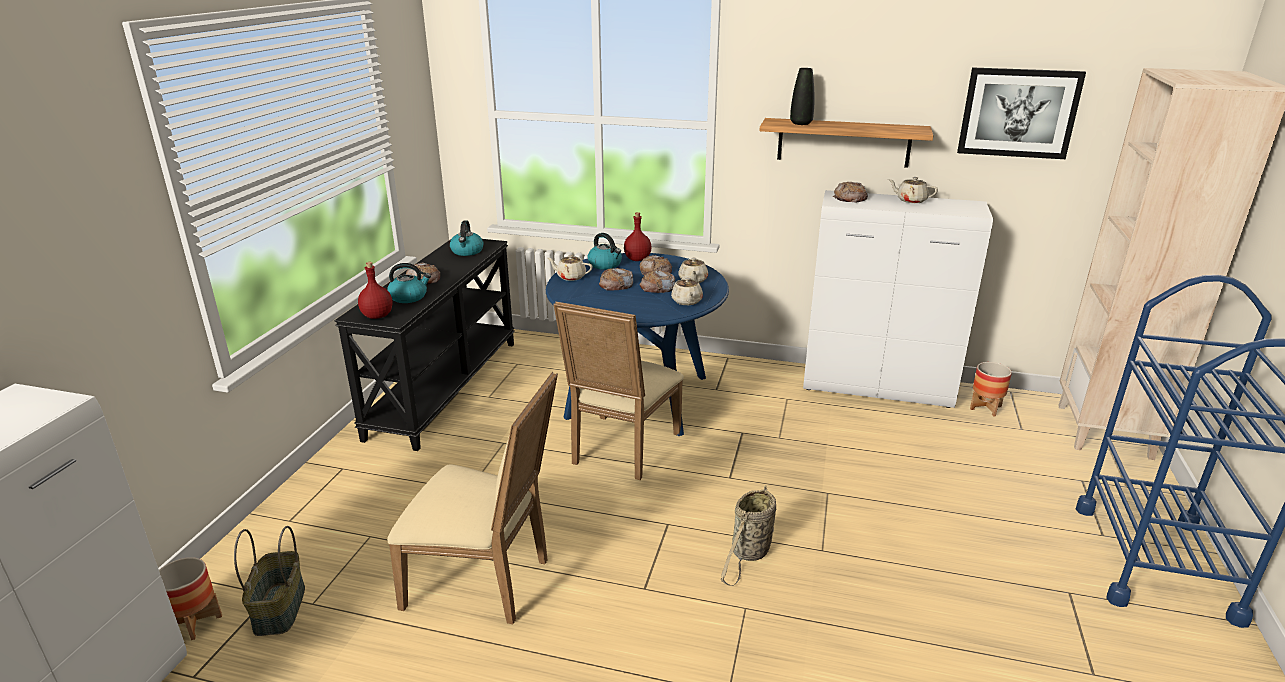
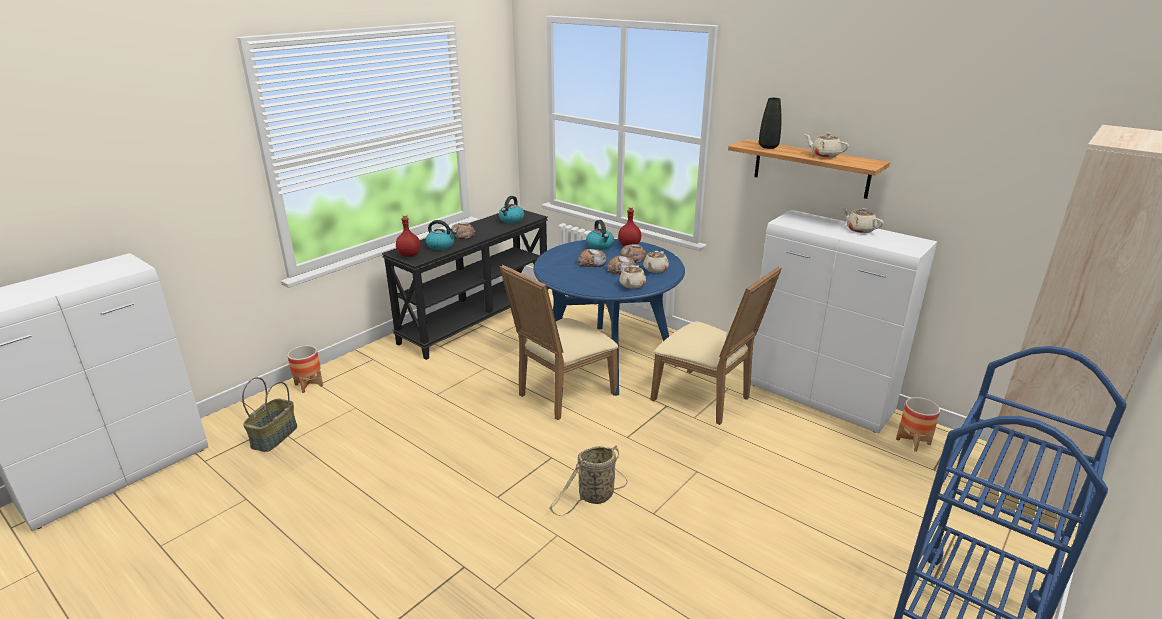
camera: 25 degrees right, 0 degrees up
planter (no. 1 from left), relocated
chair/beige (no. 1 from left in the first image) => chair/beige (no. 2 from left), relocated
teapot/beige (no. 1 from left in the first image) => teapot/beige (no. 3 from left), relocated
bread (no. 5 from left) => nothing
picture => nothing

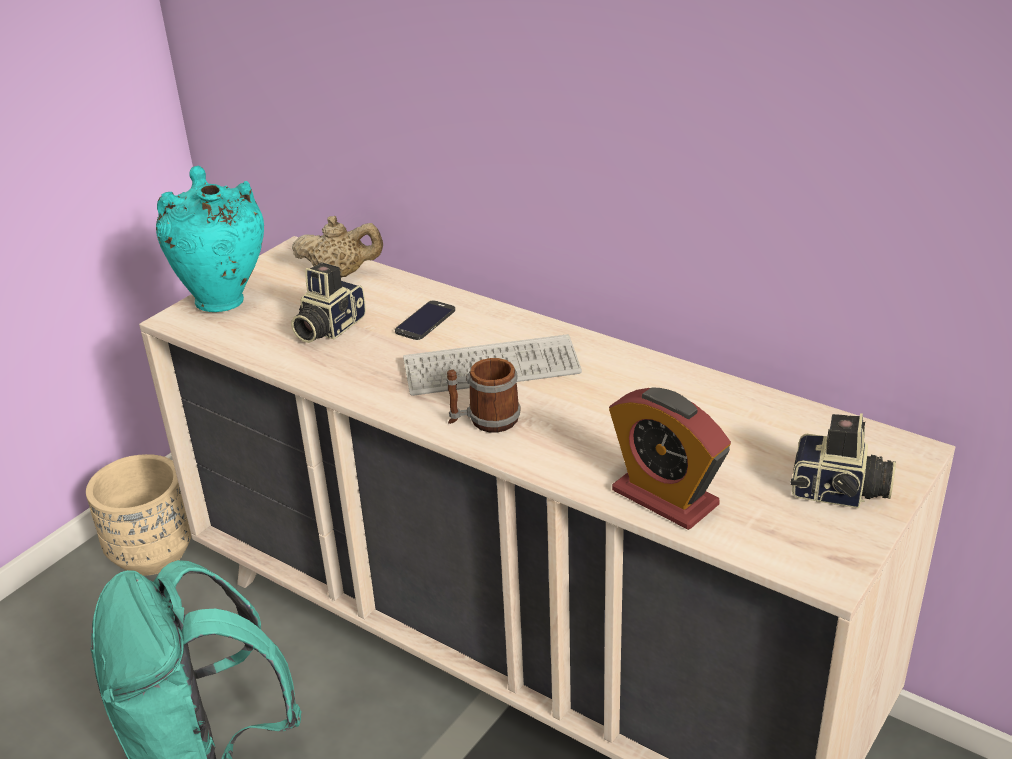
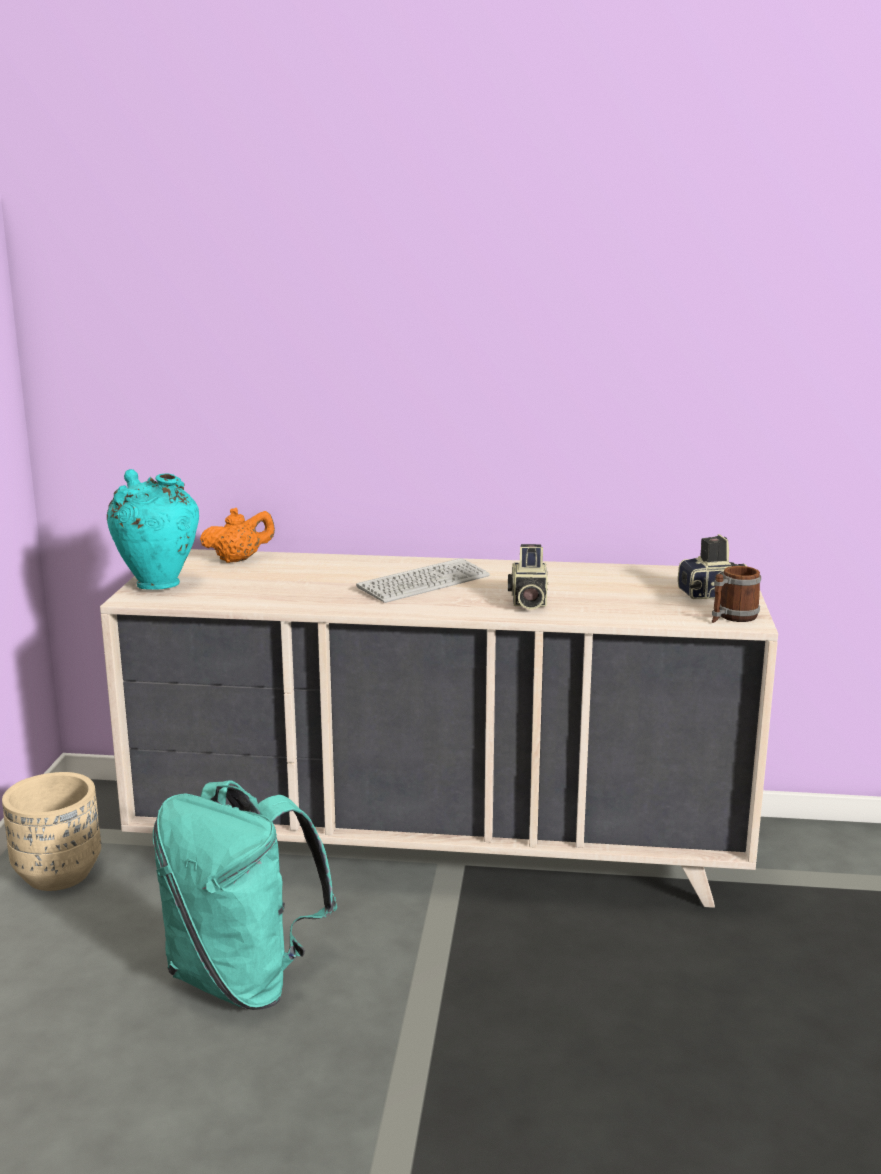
camera: 30 degrees left, 15 degrees down
photo camera (no. 1 from left), relocated
teapot/beige => teapot/orange
phone => nothing
mug, relocated
alarm clock => nothing

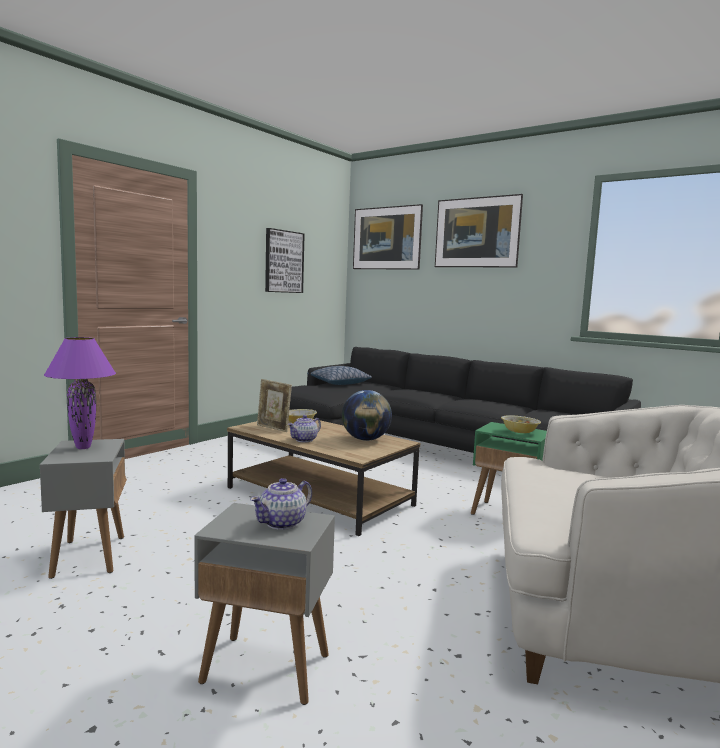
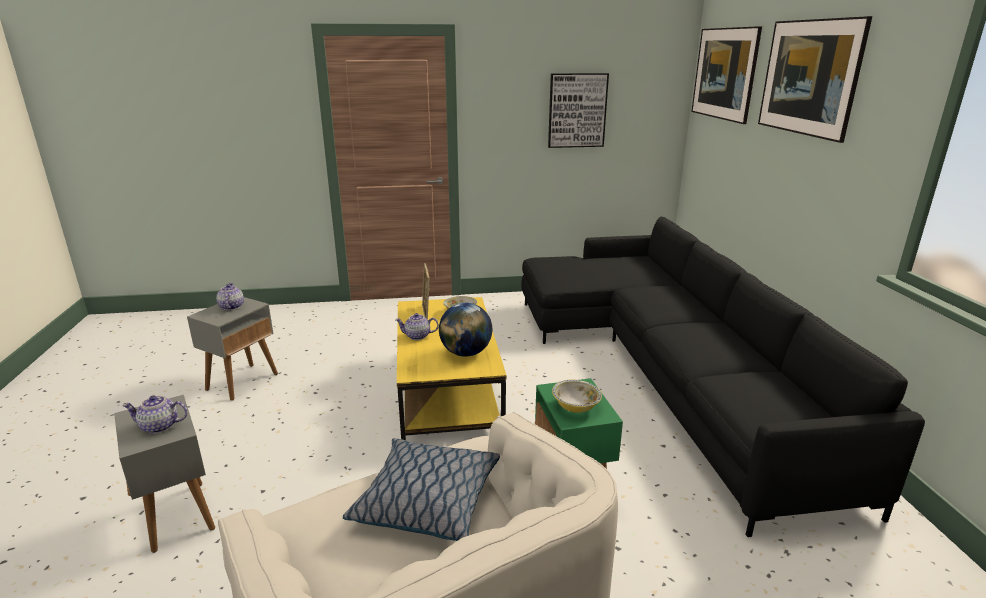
camera: 45 degrees right, 15 degrees up
table lamp/purple => teapot (no. 2 from left)
coffee table/brown => coffee table/yellow
pillow, relocated

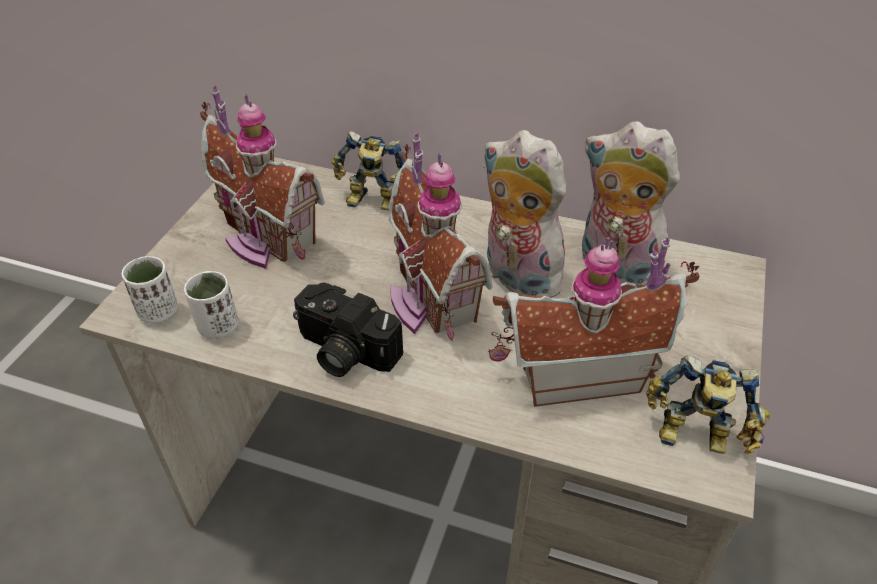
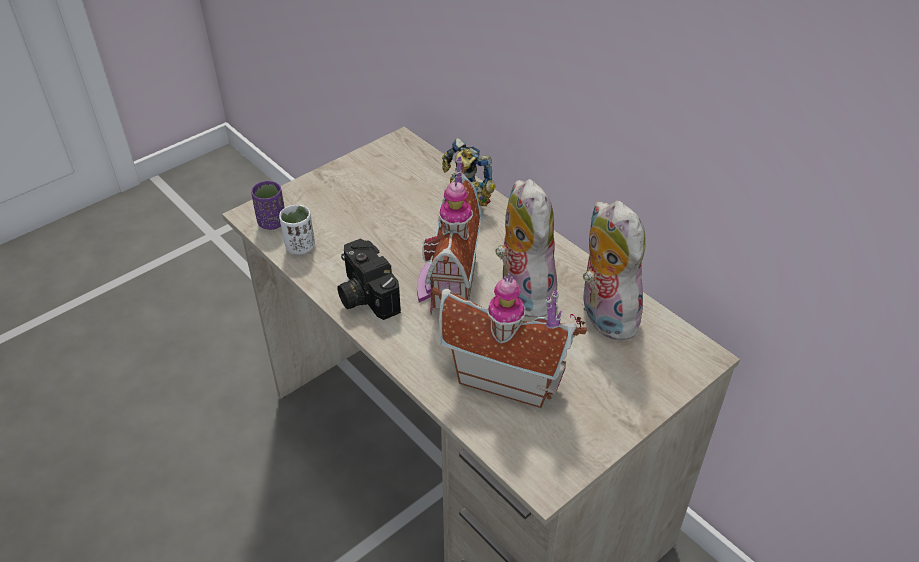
camera: 30 degrees right, 0 degrees up
cup/white (no. 1 from left) => cup/purple
toy house (no. 1 from left) => nothing
toy robot (no. 2 from left) => nothing

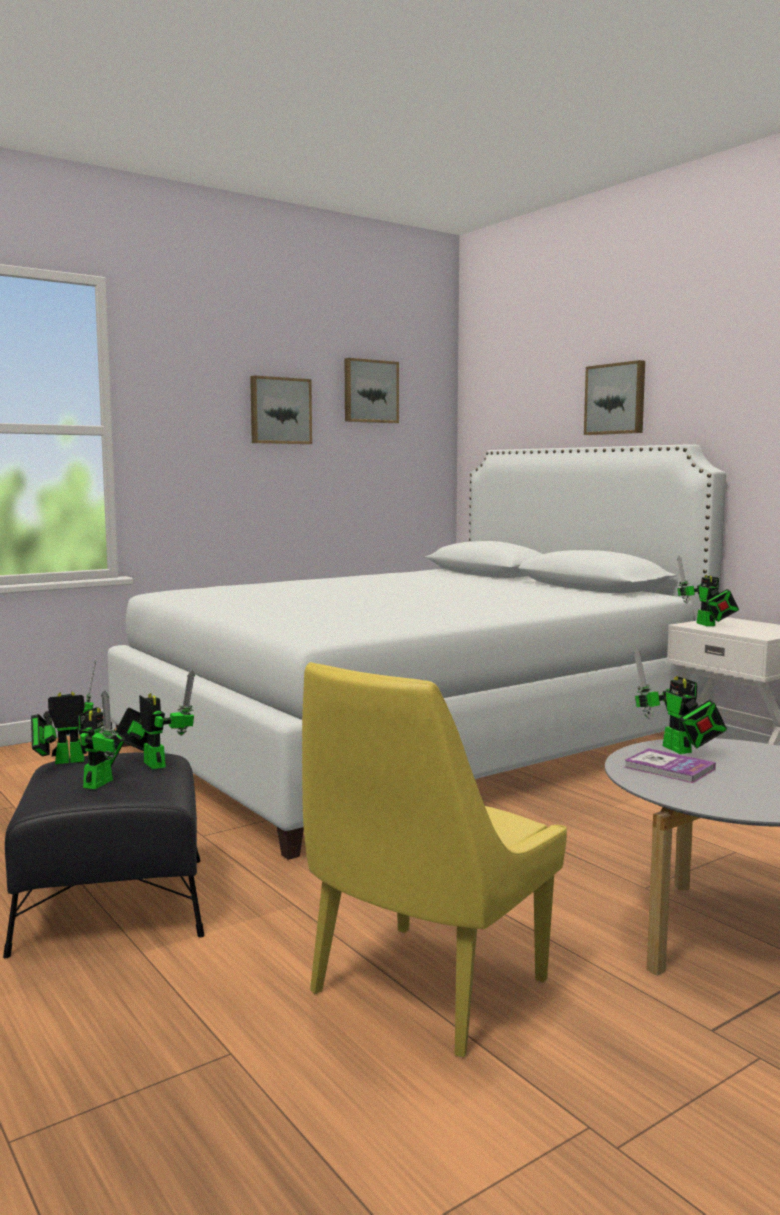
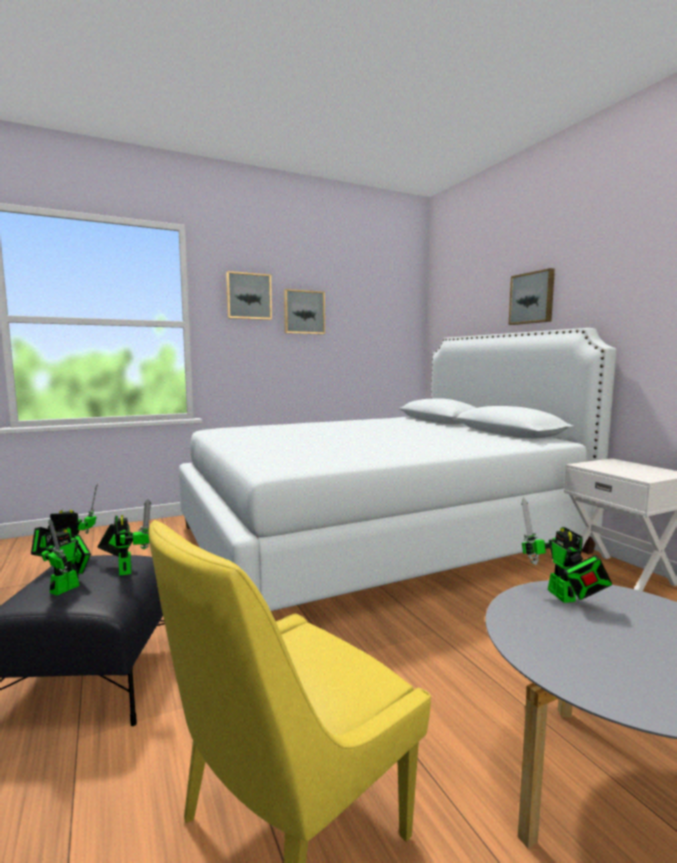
camera: 10 degrees right, 0 degrees up
picture (no. 2 from left in the first image) => picture (no. 1 from left), relocated
book => nothing
toy robot (no. 5 from left) => nothing

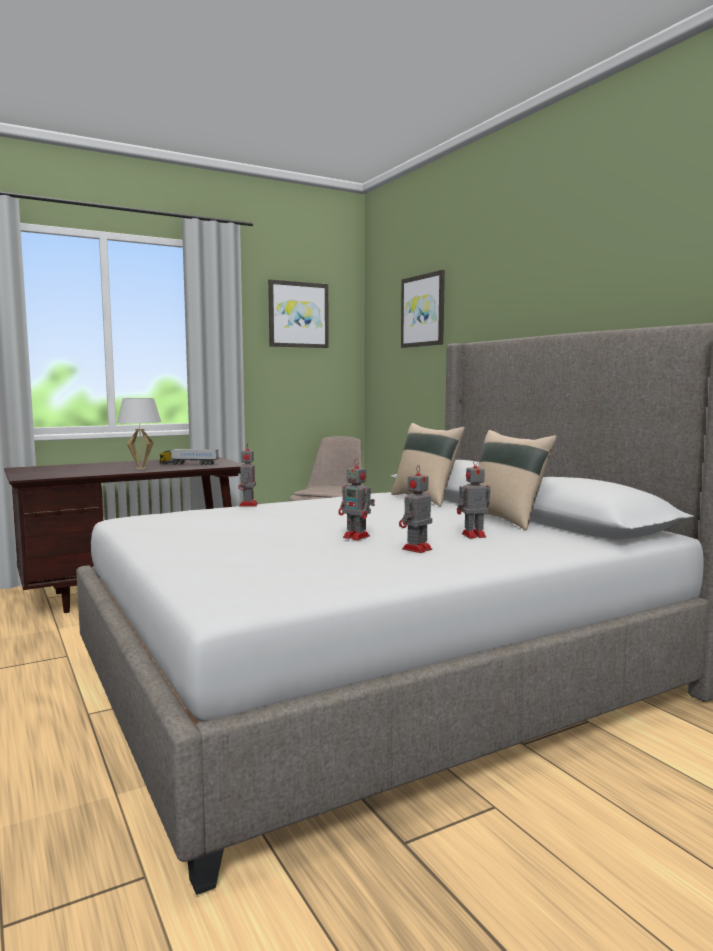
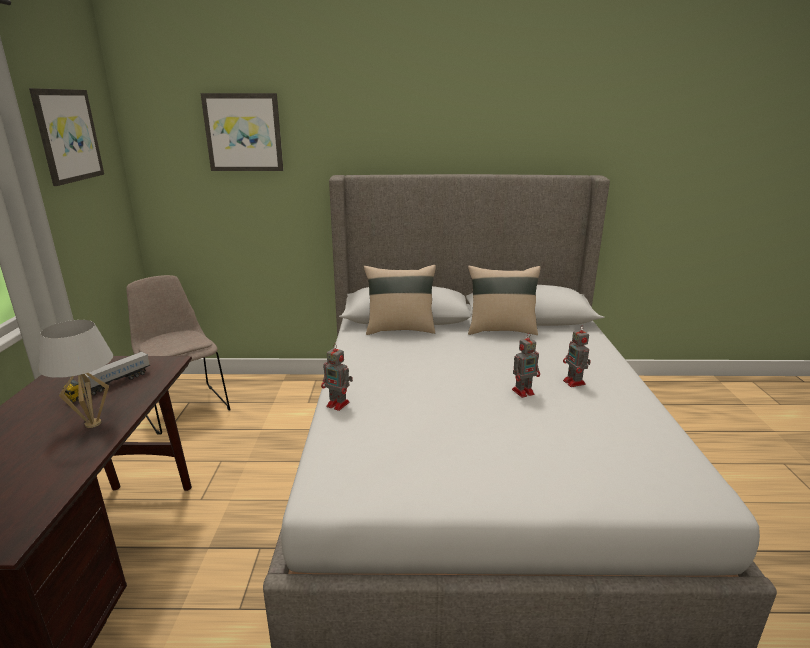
camera: 60 degrees left, 15 degrees up
toy robot (no. 4 from left) => nothing

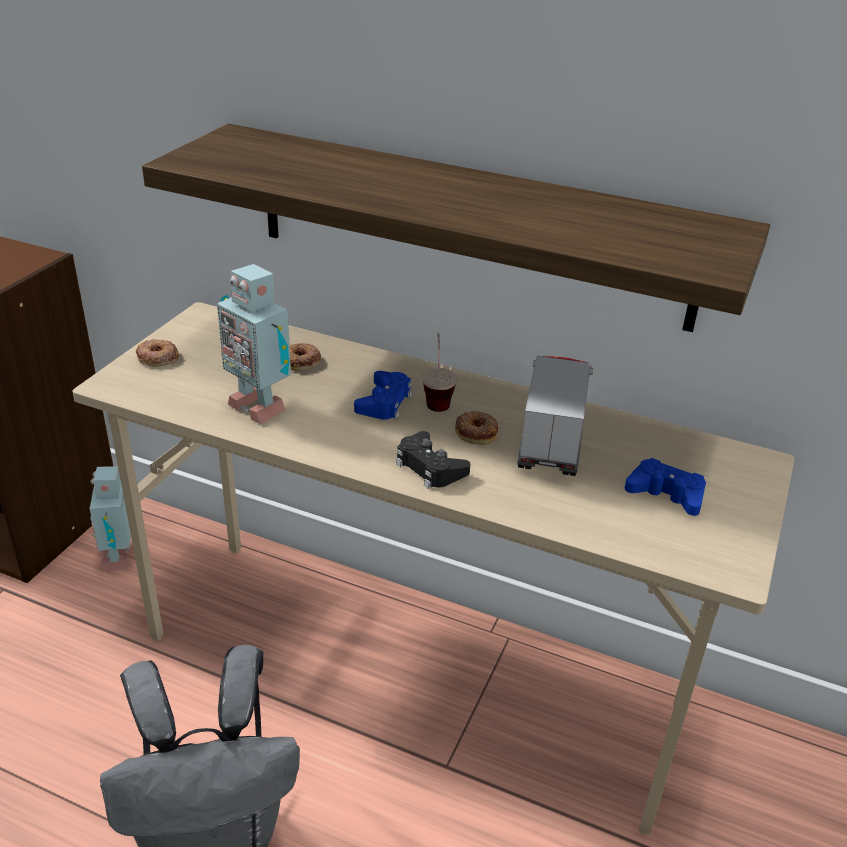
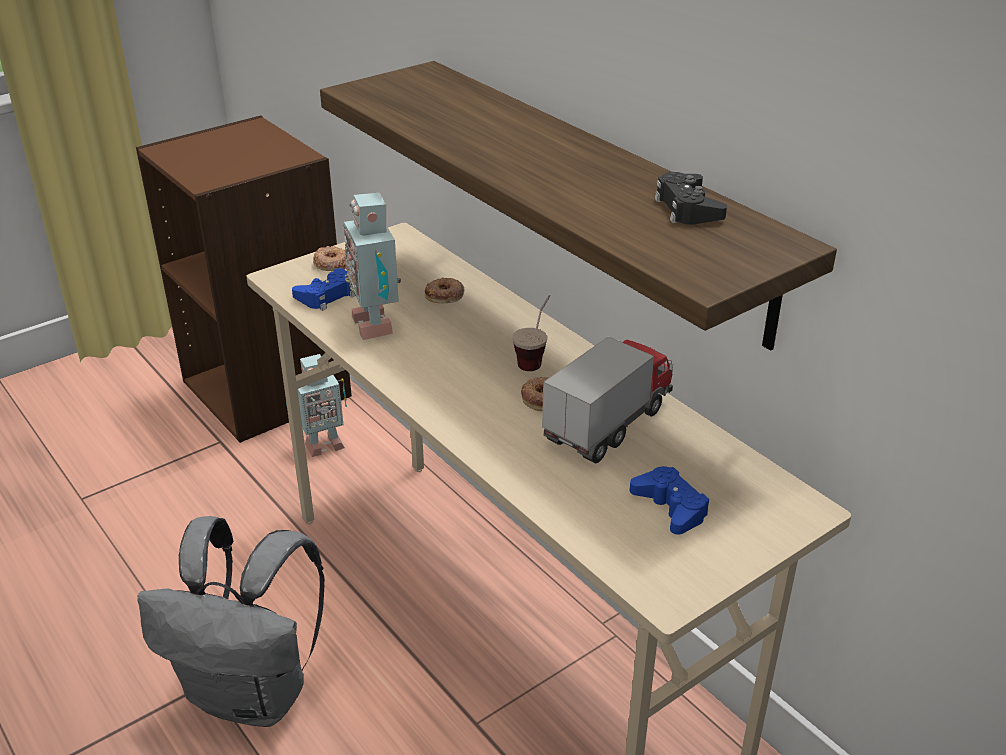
camera: 30 degrees right, 0 degrees up
toy robot (no. 1 from left), 135 degrees counterclockwise
game controller/blue (no. 1 from left), relocated
game controller/black, relocated

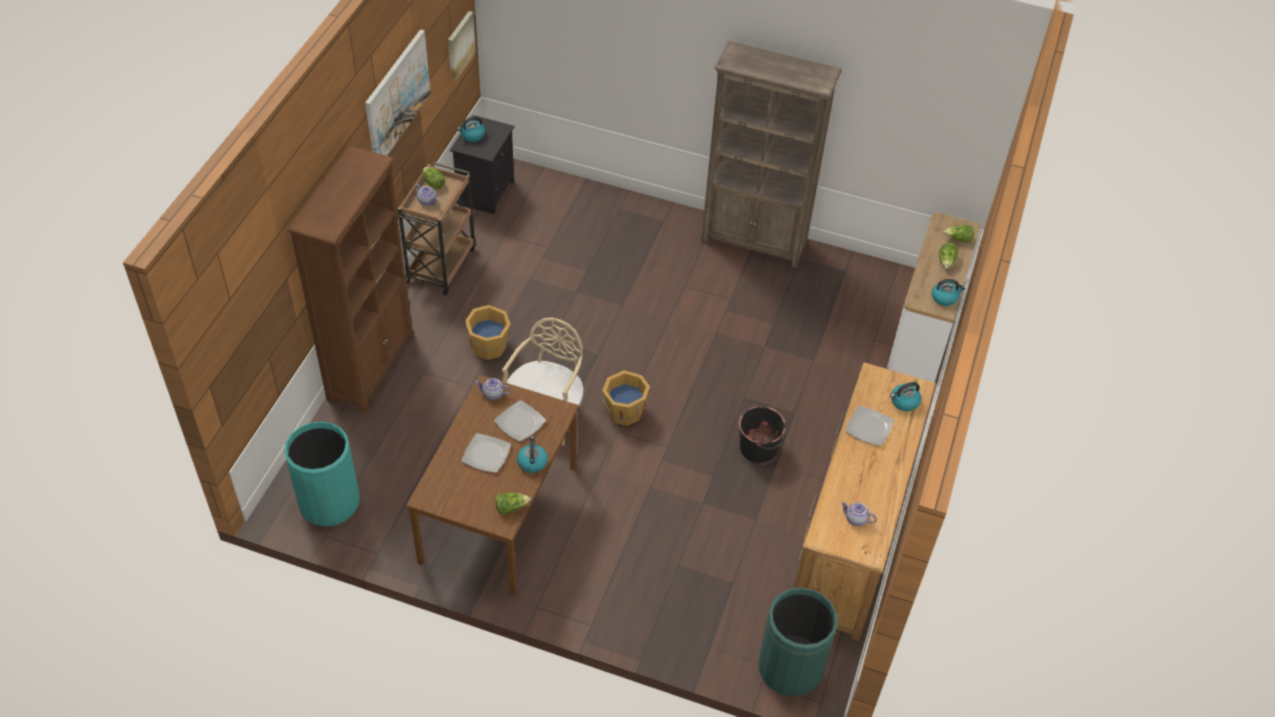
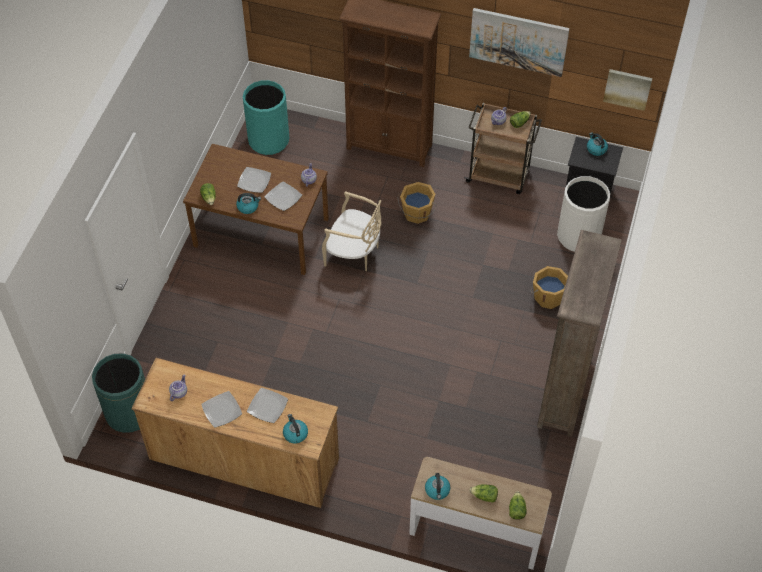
camera: 90 degrees right, 5 degrees up
bucket/orange (no. 2 from left), relocated
bucket/black => nothing
nothing => plate (no. 1 from left)
nothing => trash can/white

